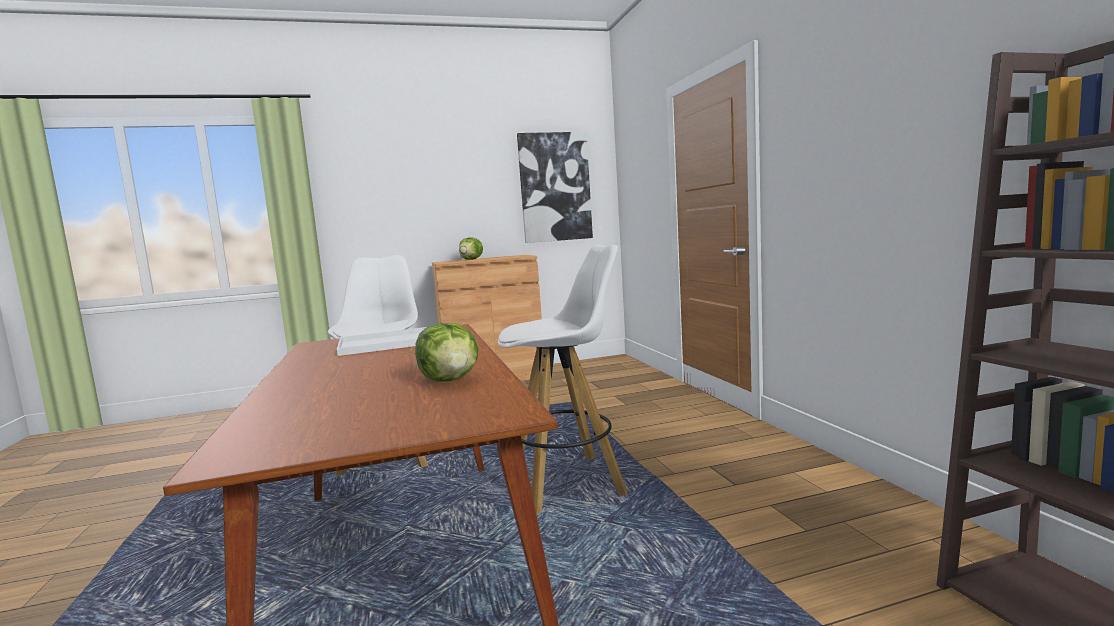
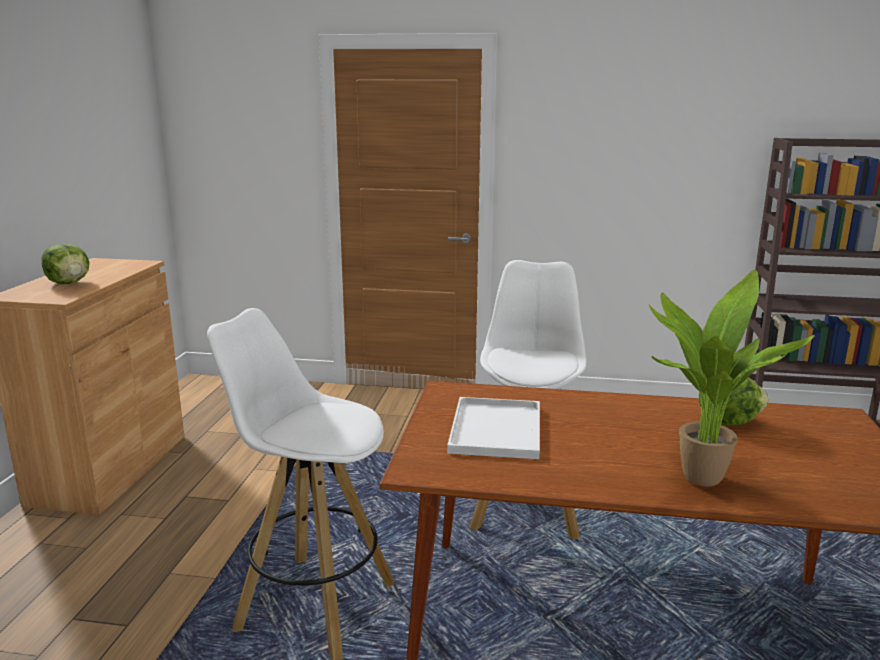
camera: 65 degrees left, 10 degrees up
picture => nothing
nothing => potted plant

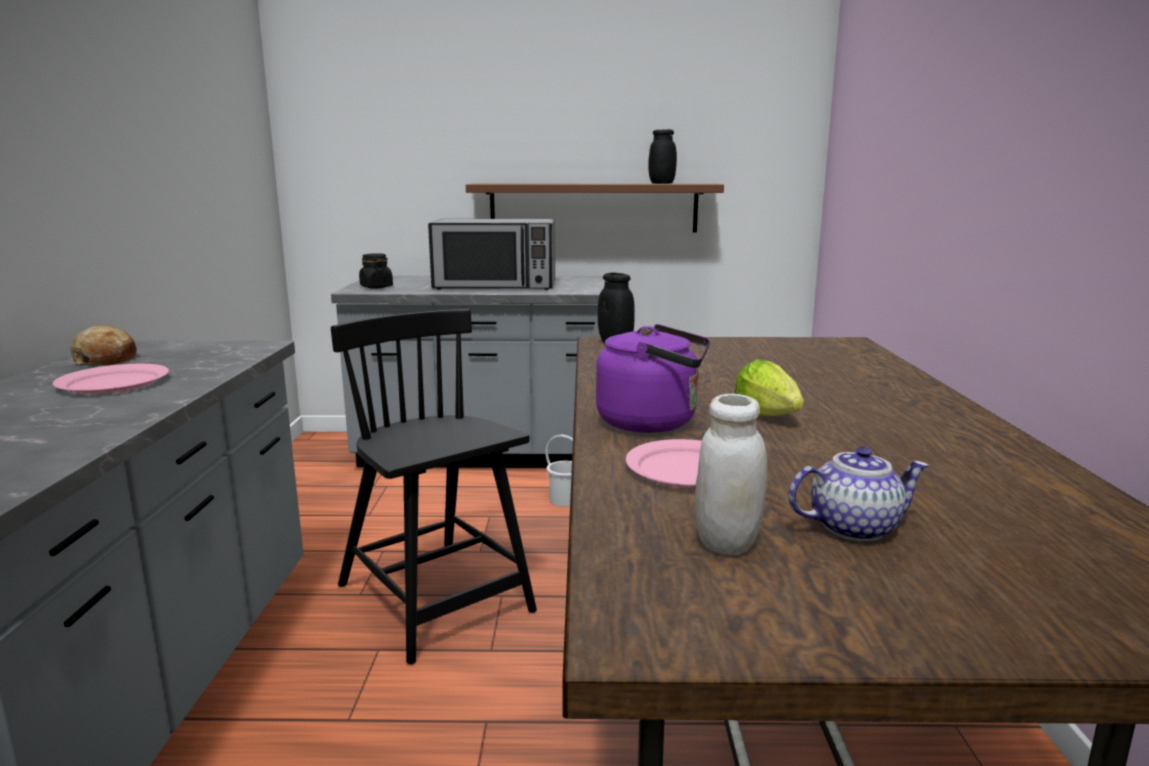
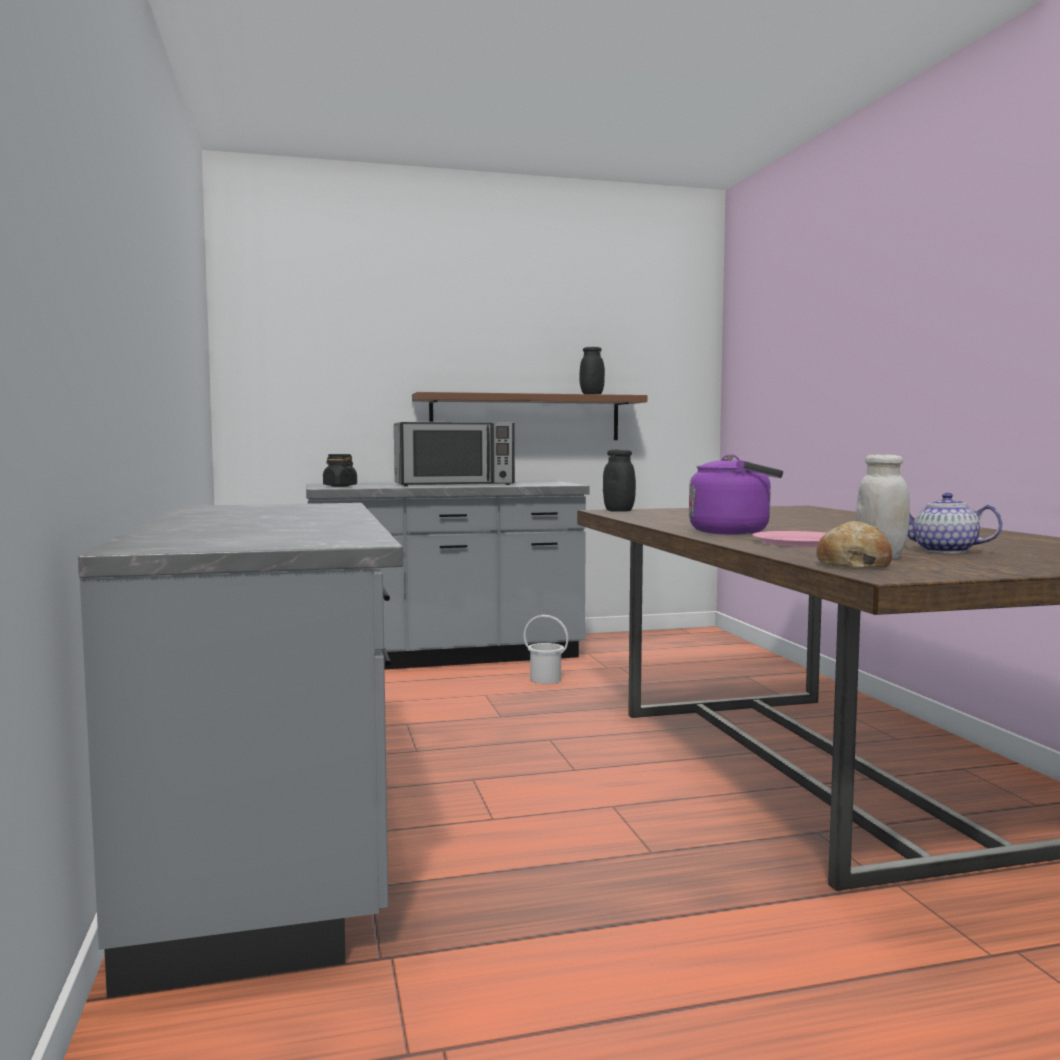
camera: 15 degrees left, 10 degrees down
plate/pink (no. 1 from left) => nothing
bread, relocated
chair/black => nothing
lettuce => nothing
teapot, 120 degrees counterclockwise

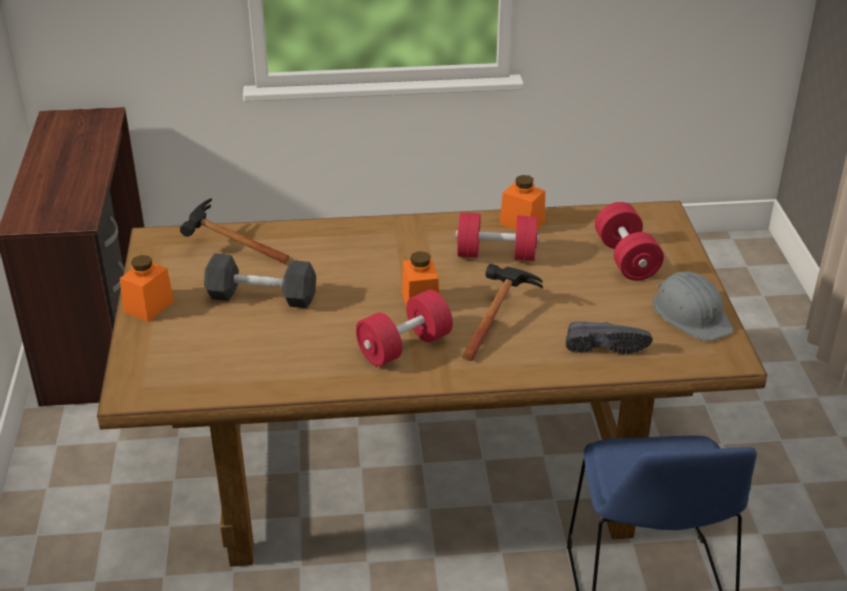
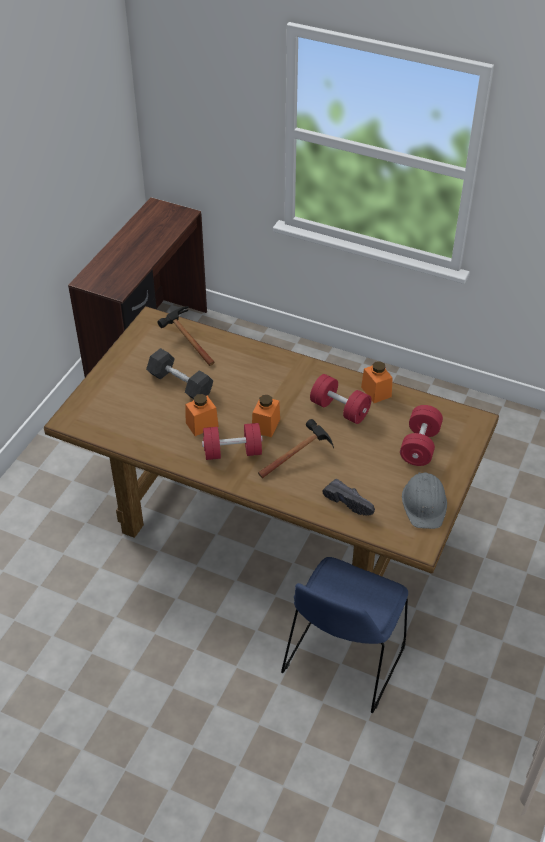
camera: 30 degrees right, 10 degrees up
jar/orange (no. 1 from left), relocated

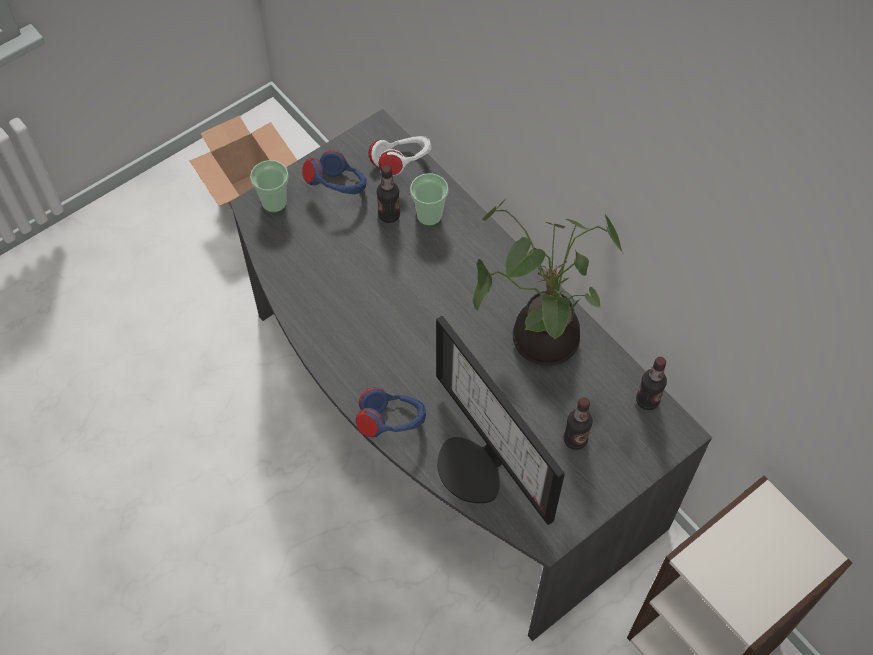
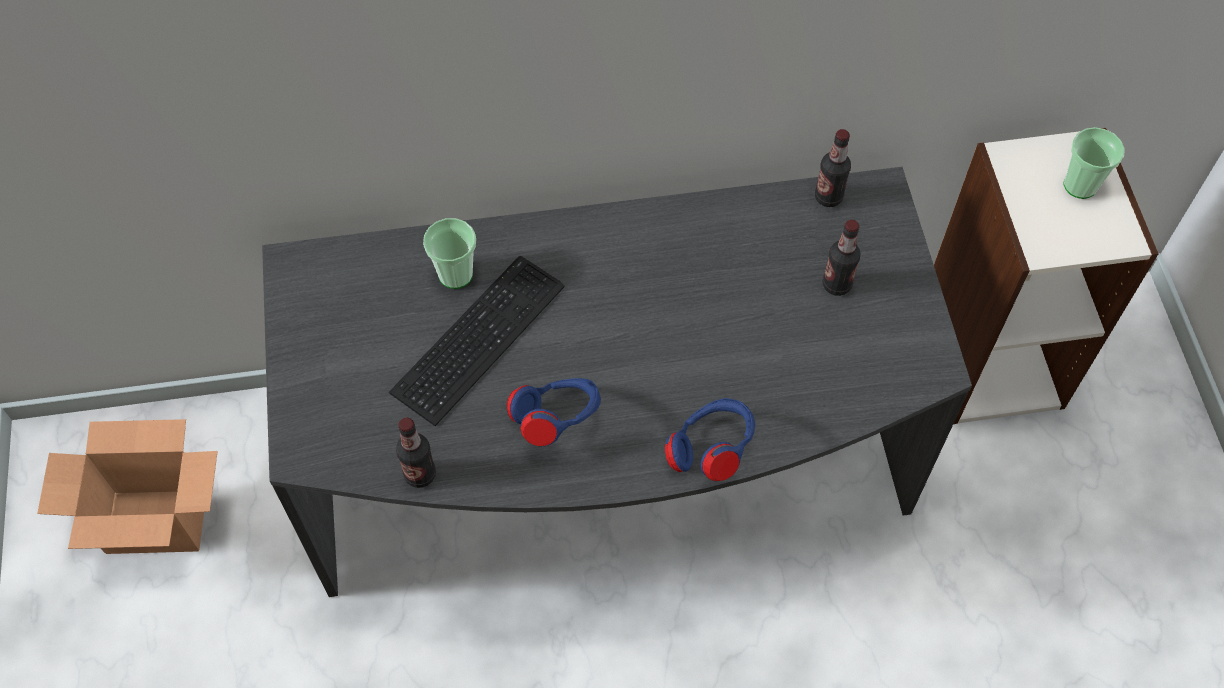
camera: 60 degrees left, 0 degrees up
cup (no. 1 from left in the first image) => cup (no. 2 from left), relocated
headphones/blue (no. 1 from left), relocated
headphones/white => nothing
bottle (no. 1 from left), relocated
monitor => nothing
potted plant => nothing
nothing => keyboard

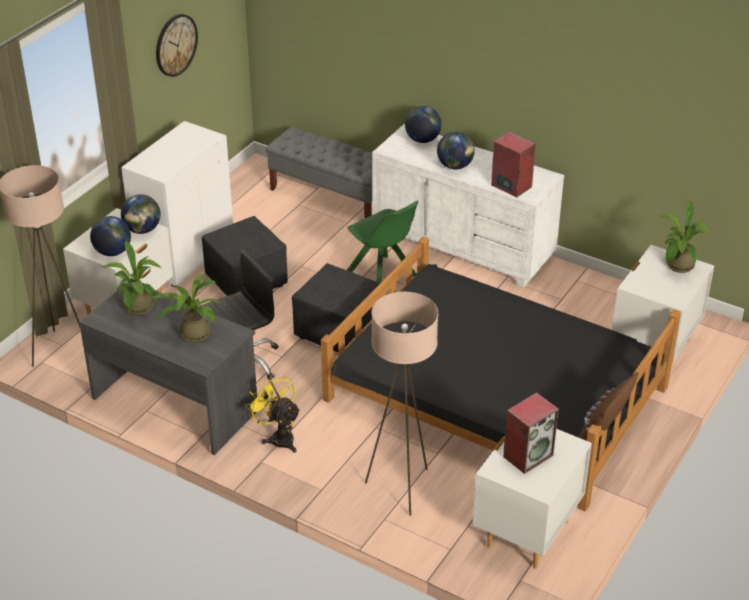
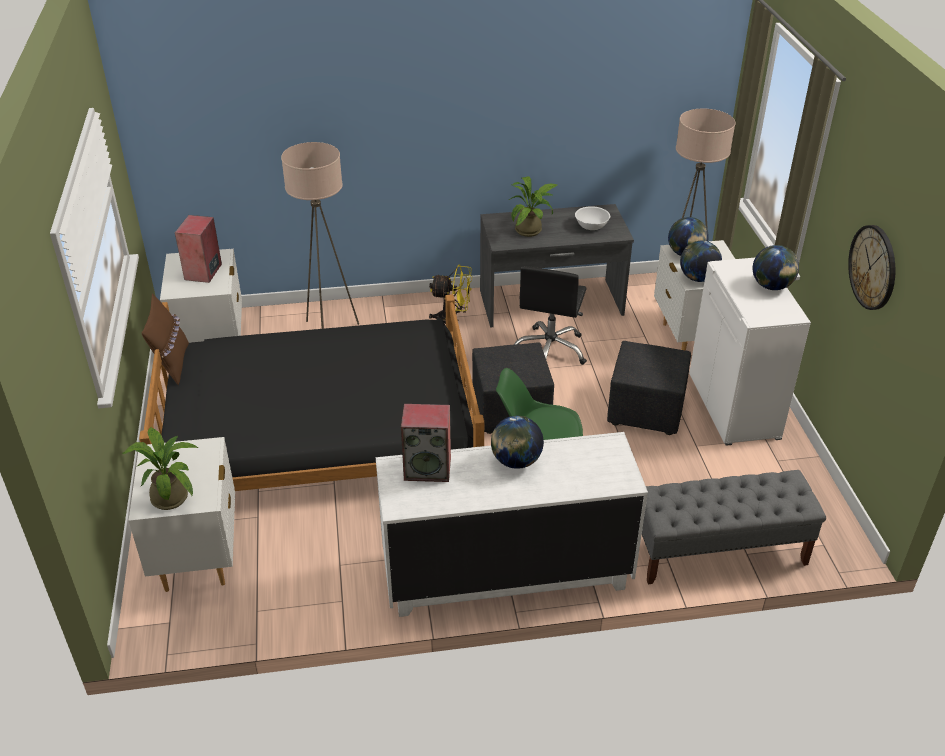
camera: 140 degrees right, 0 degrees up
potted plant (no. 1 from left) => bowl/white
globe (no. 3 from left in the first image) => globe (no. 4 from left), relocated

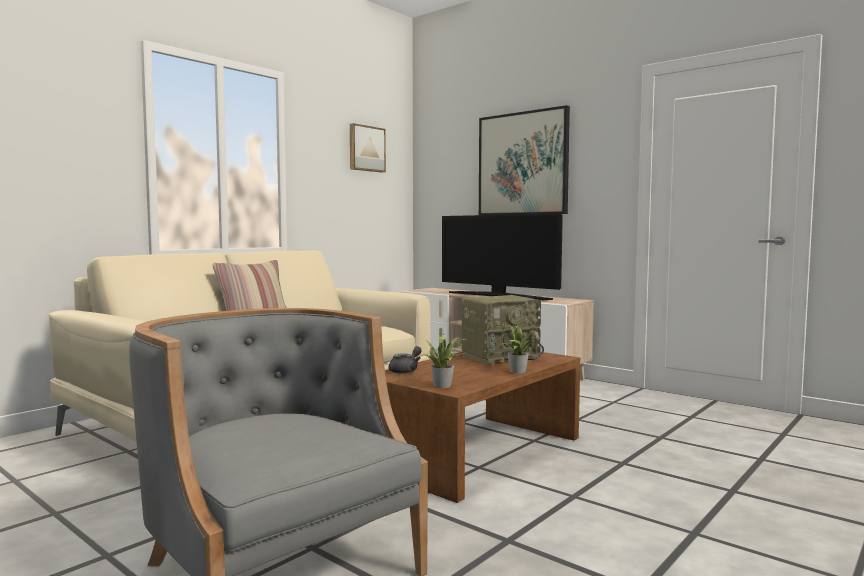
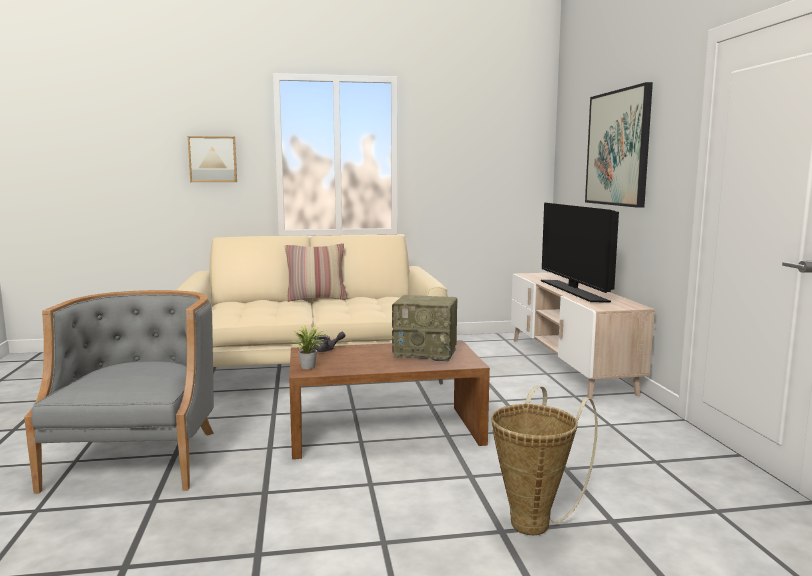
camera: 40 degrees right, 5 degrees up
picture (no. 1 from left), relocated
potted plant (no. 2 from left) => nothing
nothing => basket

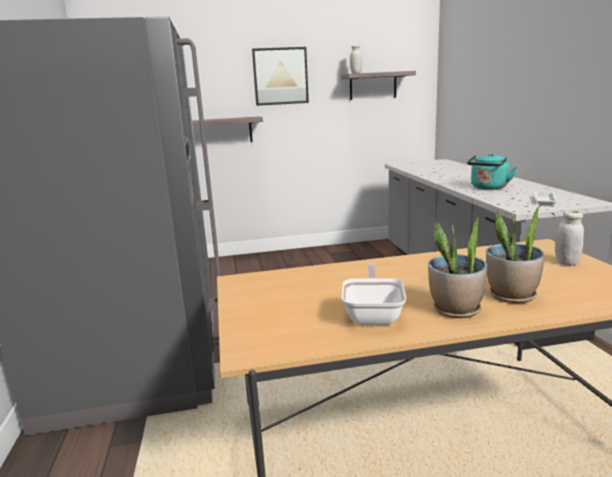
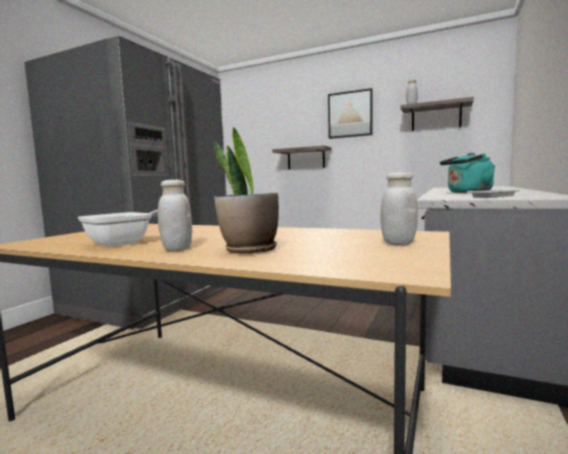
camera: 35 degrees right, 10 degrees down
potted plant (no. 1 from left) => jar/white (no. 1 from left)

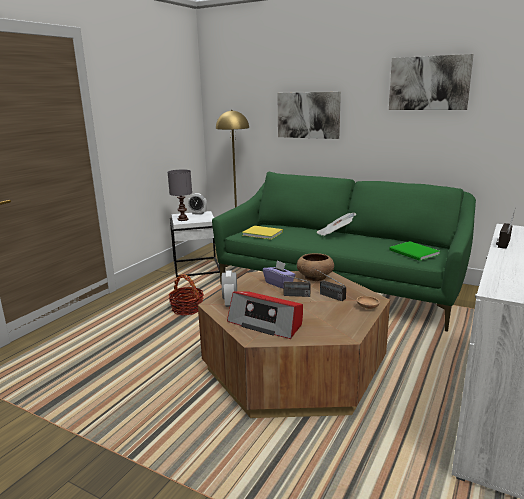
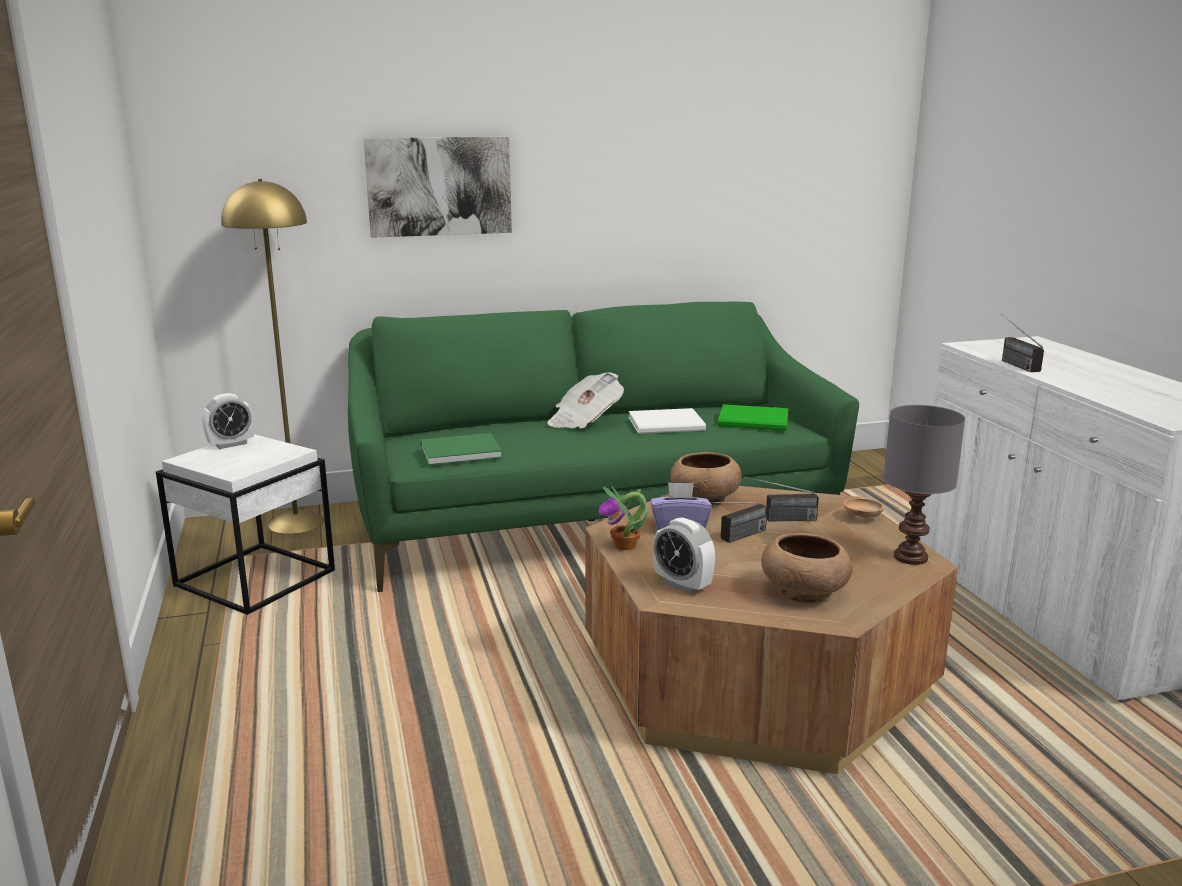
camera: 45 degrees left, 0 degrees up
table lamp/grey, relocated
basket => nothing
radio (no. 1 from left) => bowl/brown (no. 2 from left)
book/yellow => book/green (no. 1 from left)
picture (no. 2 from left) => nothing
nothing => potted plant
nothing => book/white

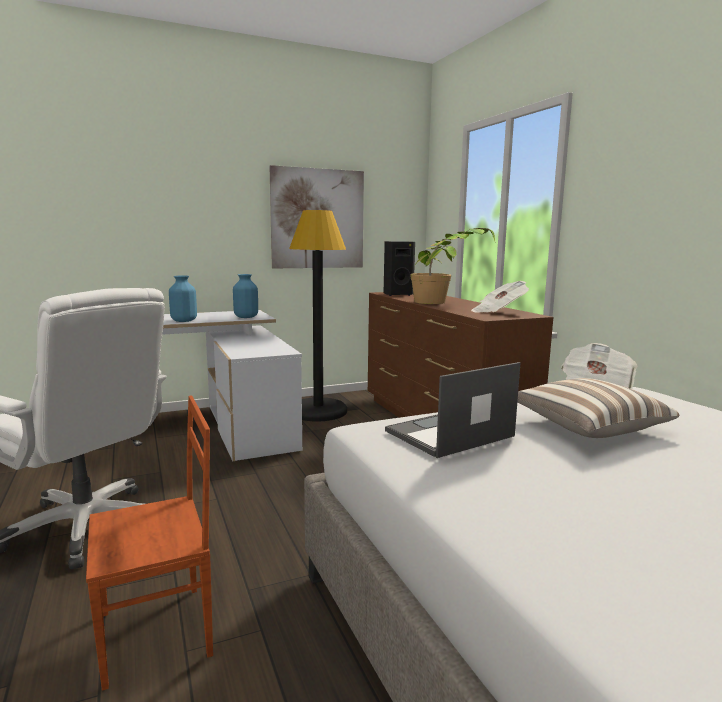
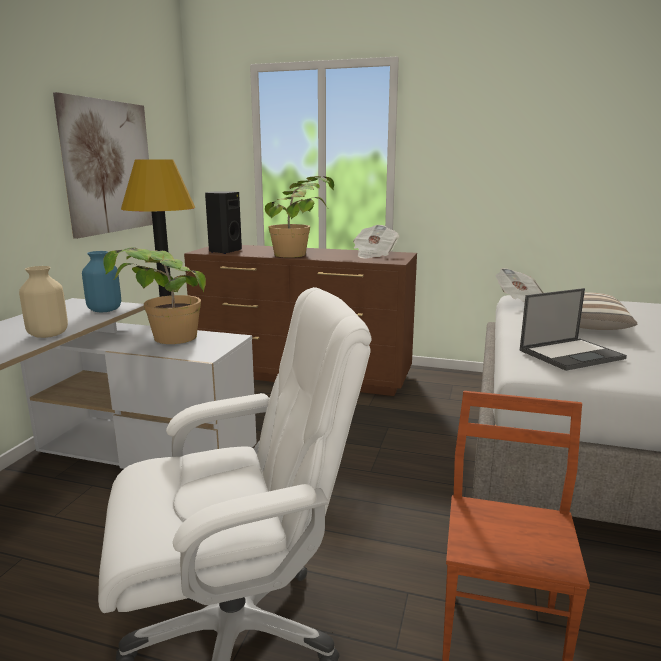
camera: 50 degrees left, 5 degrees up
vase/blue (no. 1 from left) => vase/beige
laptop, 120 degrees counterclockwise
nothing => potted plant (no. 1 from left)

